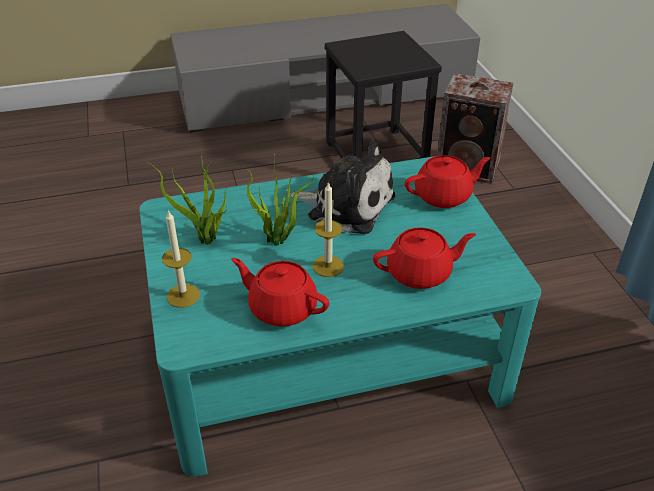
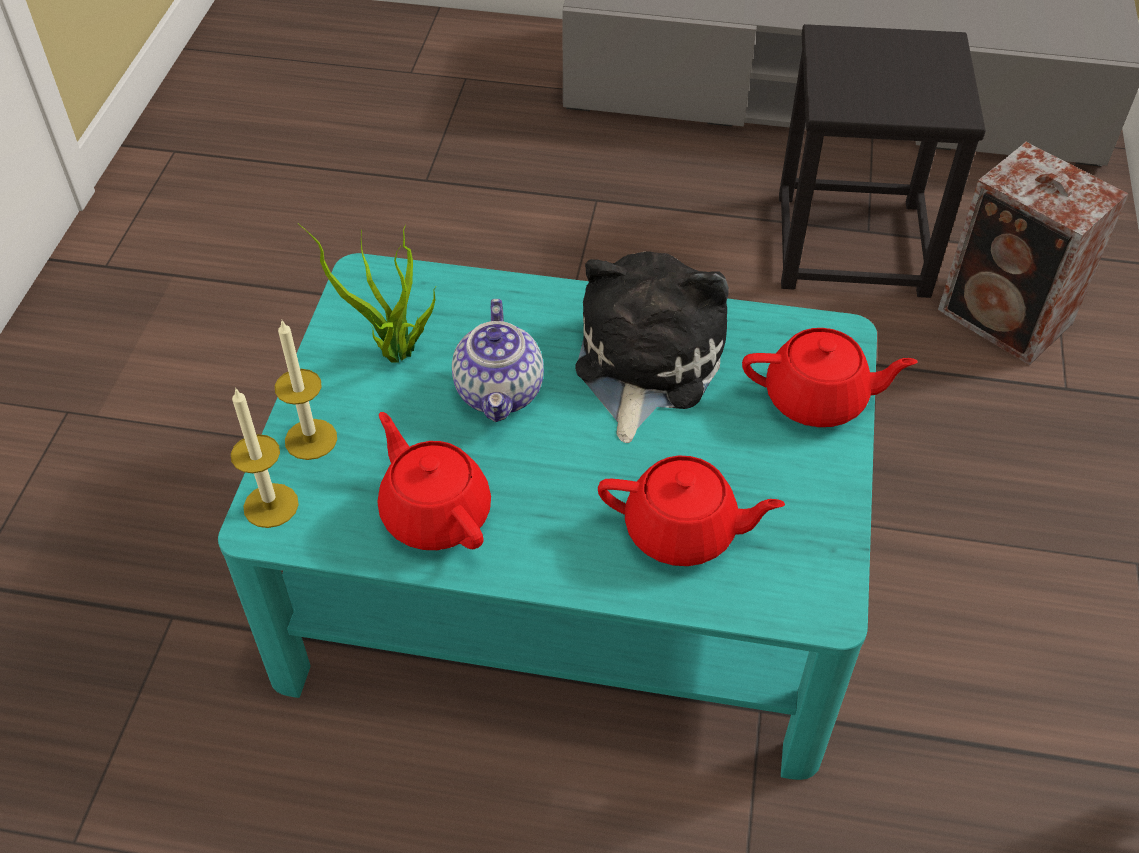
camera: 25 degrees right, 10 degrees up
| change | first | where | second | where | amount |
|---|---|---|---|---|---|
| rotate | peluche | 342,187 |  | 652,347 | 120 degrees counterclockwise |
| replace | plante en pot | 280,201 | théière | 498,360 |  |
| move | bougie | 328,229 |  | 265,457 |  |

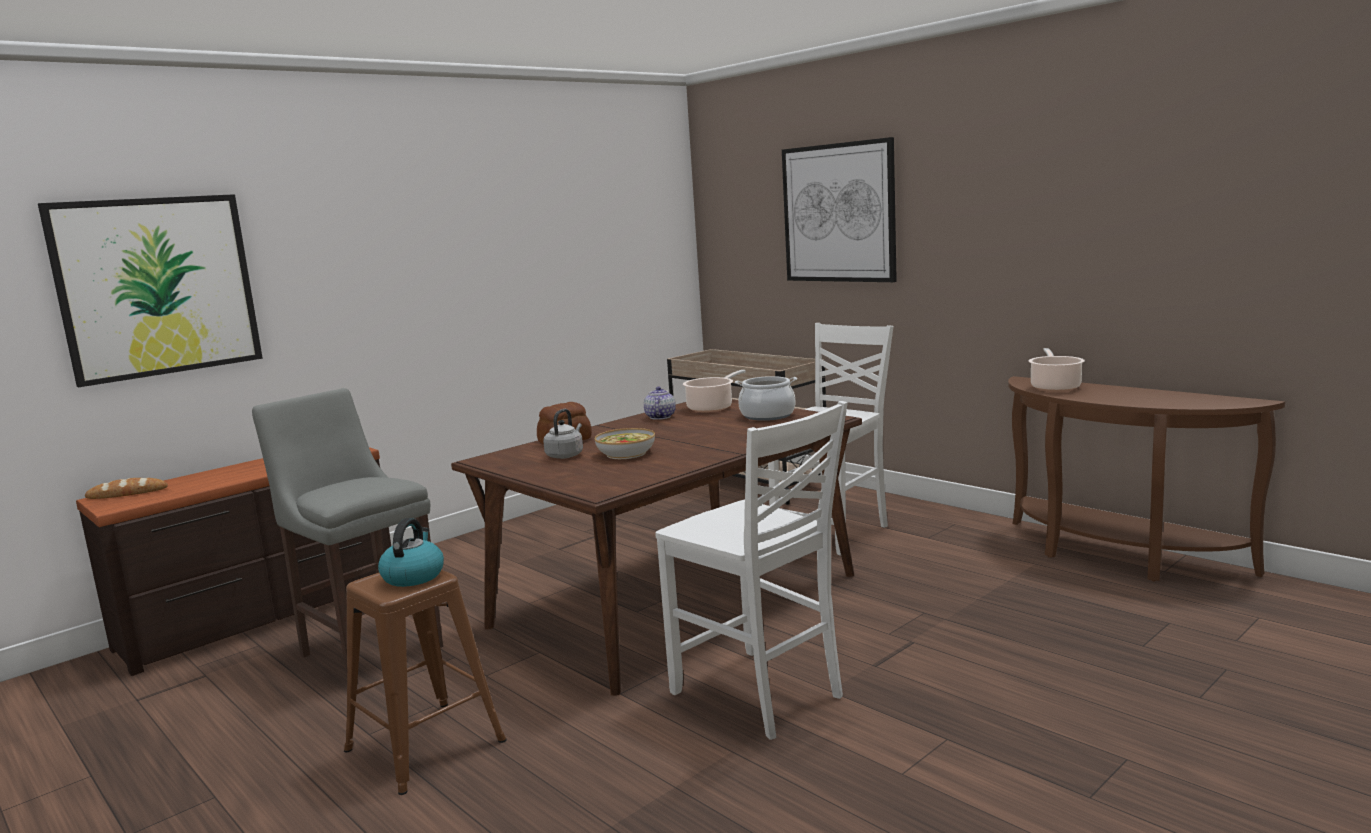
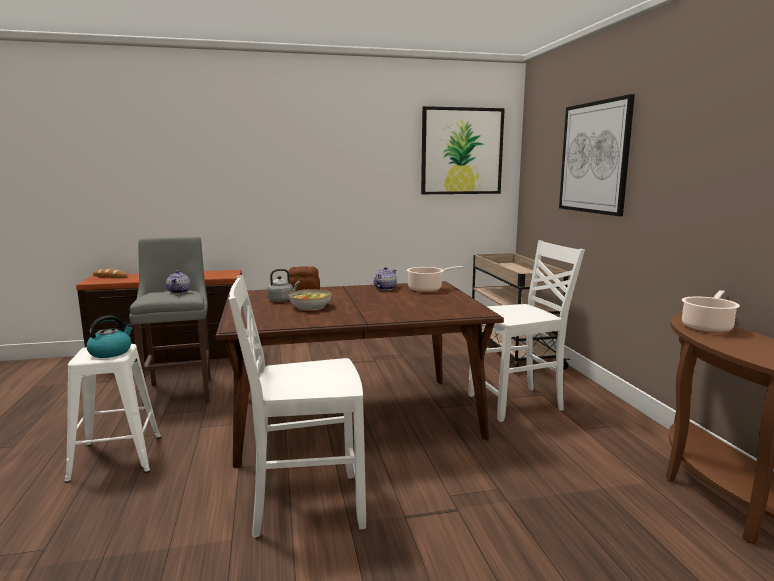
camera: 30 degrees right, 0 degrees up
| change | first | where | second | where | amount |
|---|---|---|---|---|---|
| move | tableau | 150,290 |  | 463,150 |  |
| delete | marmite | 766,398 |  |  |  |
| rotate | chaise [blanc] | 751,570 |  | 297,406 | 90 degrees clockwise |
| recolor | tabouret [marron] | 425,682 | tabouret [blanc] | 113,413 |  |
| insert |  |  | théière | 178,282 |  |

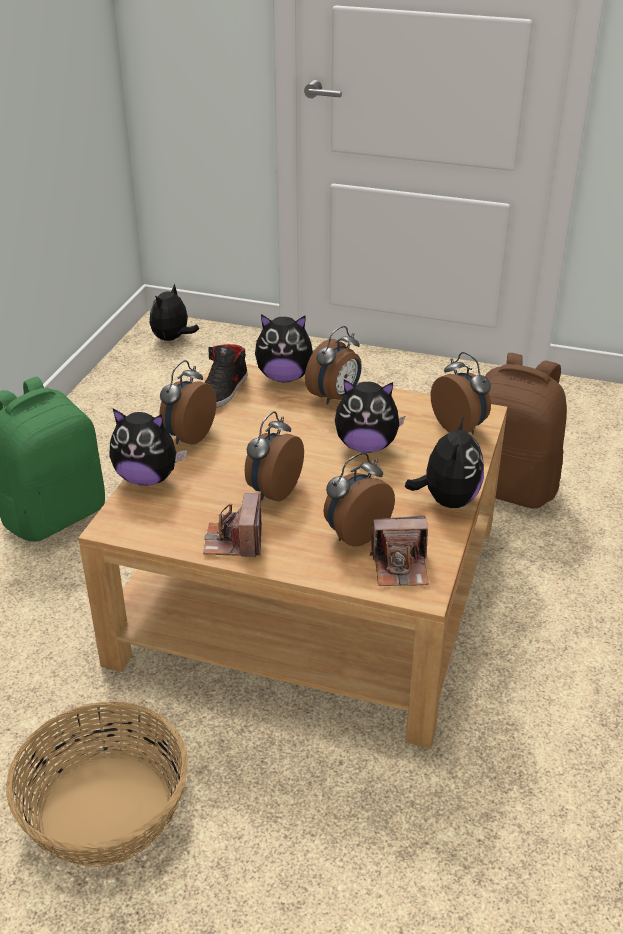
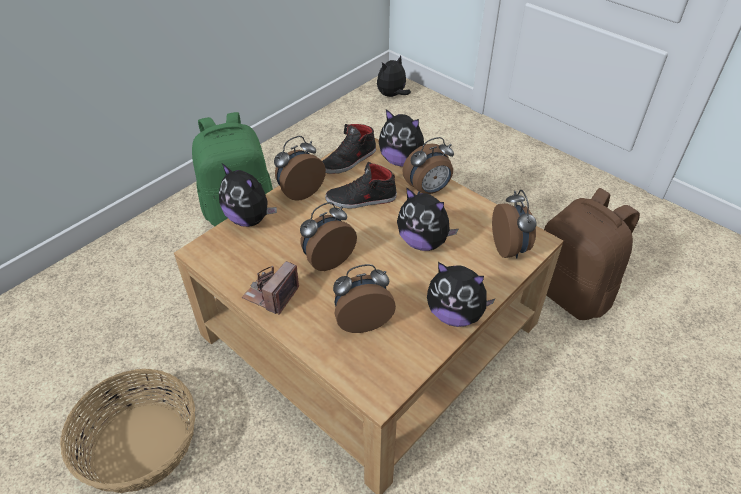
camera: 25 degrees right, 10 degrees up
| change | first | where | second | where | amount |
|---|---|---|---|---|---|
| rotate | peluche | 444,462 |  | 461,294 | 75 degrees clockwise |
| delete | appareil photo | 399,551 |  |  |  |
| insert |  |  | chaussure [noir] | 361,185 |  |

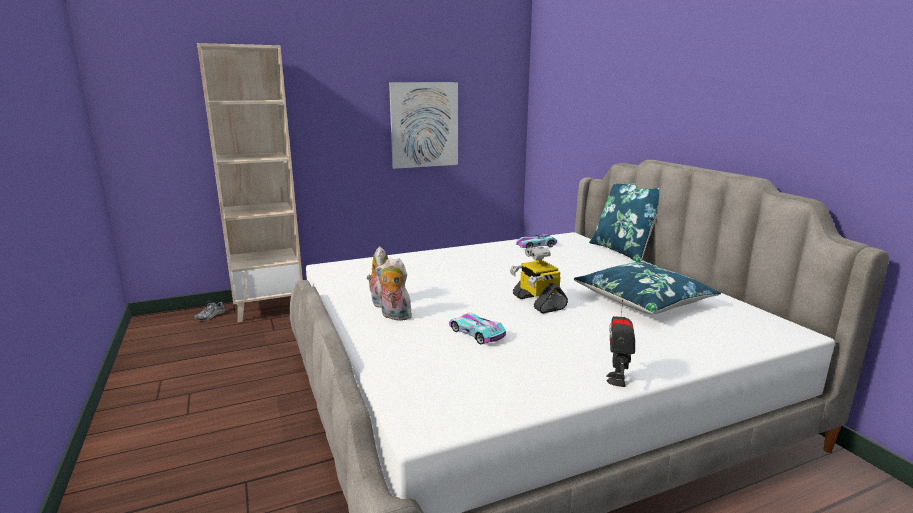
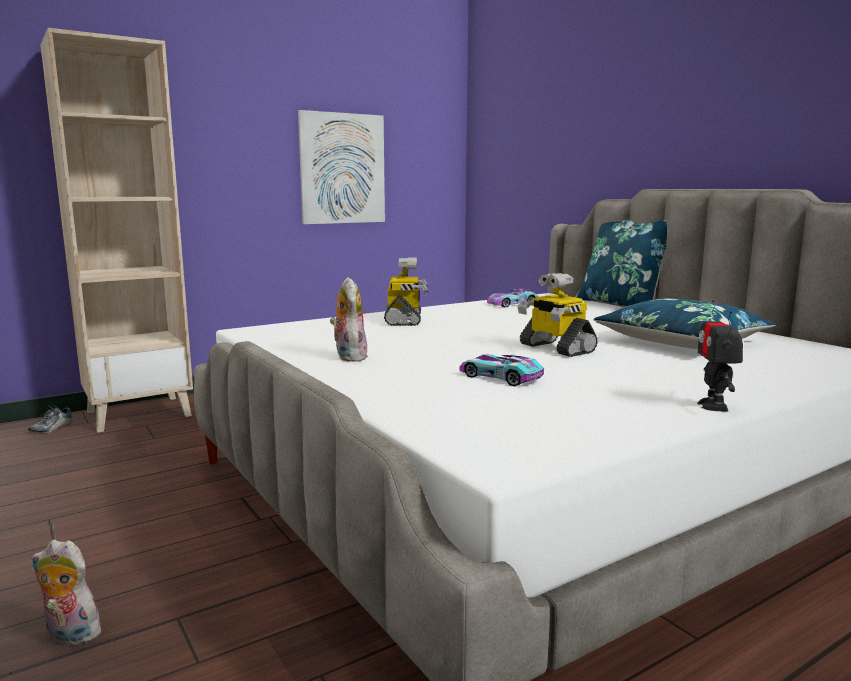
camera: 10 degrees left, 5 degrees down
| change | first | where | second | where | amount |
|---|---|---|---|---|---|
| move | peluche | 394,289 |  | 70,592 |  |
| insert |  |  | robot jouet | 406,292 |  |

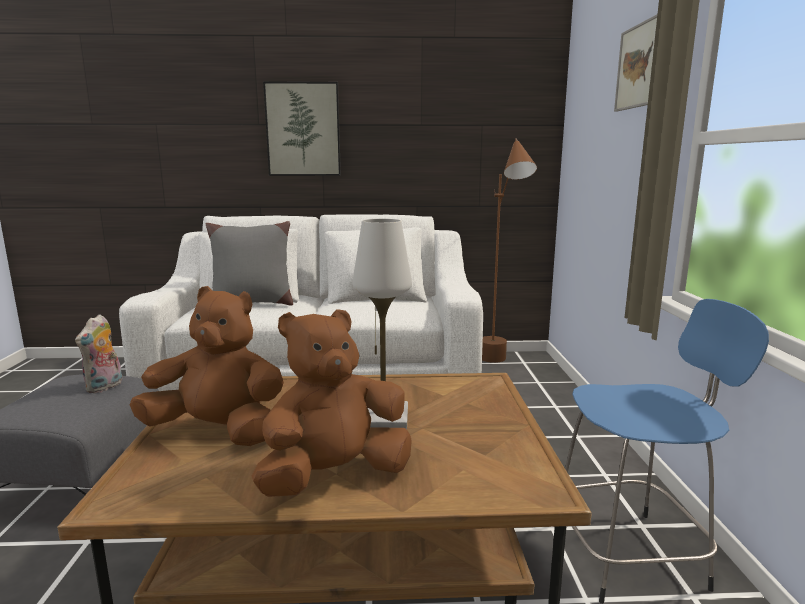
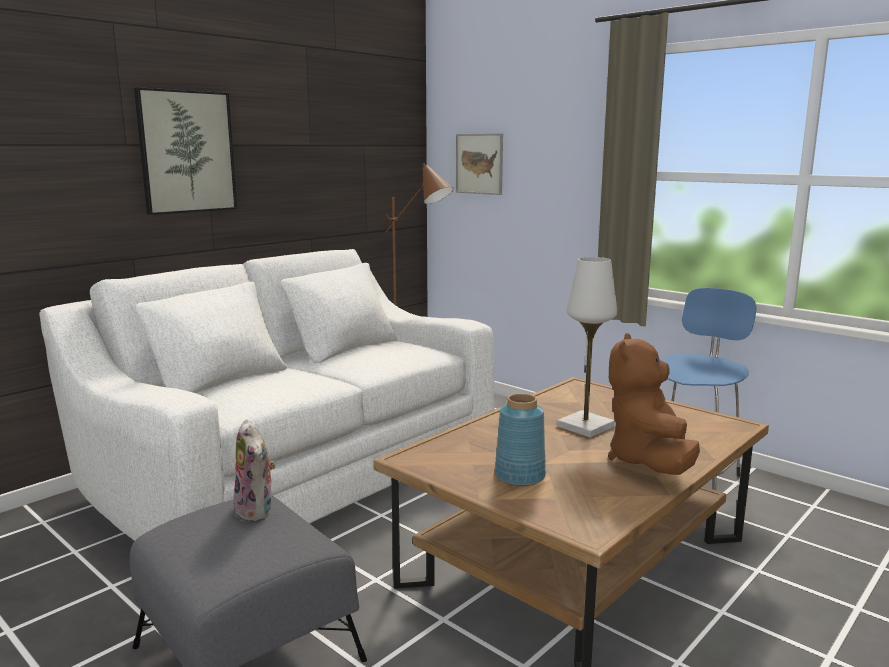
camera: 45 degrees left, 0 degrees up
| change | first | where | second | where | amount |
|---|---|---|---|---|---|
| move | tableau | 635,63 |  | 479,164 |  |
| delete | coussin [gris] | 249,263 |  |  |  |
| replace | peluche [marron] | 206,366 | vase [bleu] | 520,439 |  |

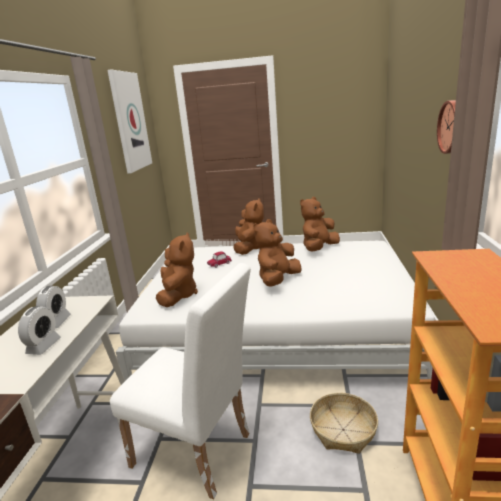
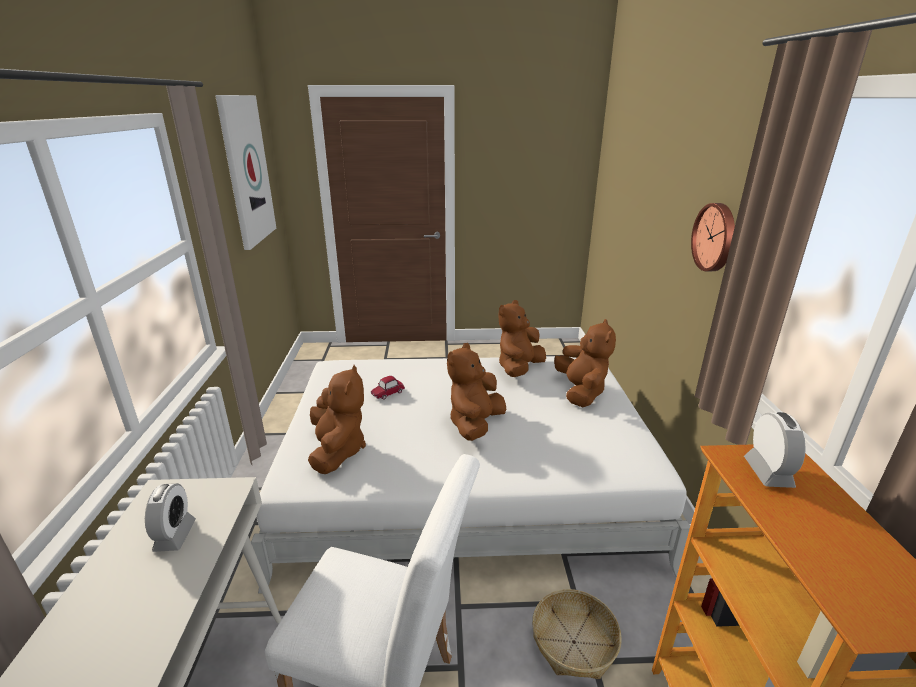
camera: 10 degrees left, 5 degrees up
| change | first | where | second | where | amount |
|---|---|---|---|---|---|
| move | peluche [marron] | 248,226 |  | 585,363 |  |
| move | réveil | 39,330 |  | 775,450 |  |

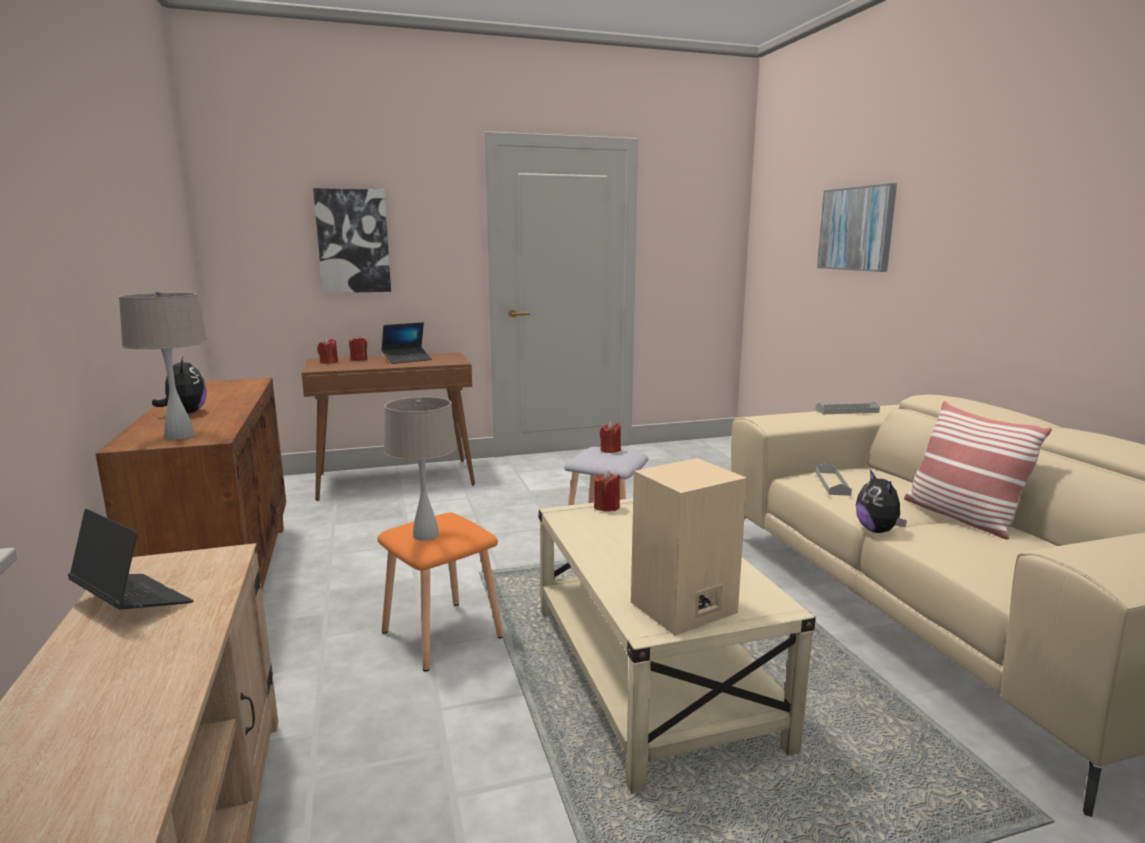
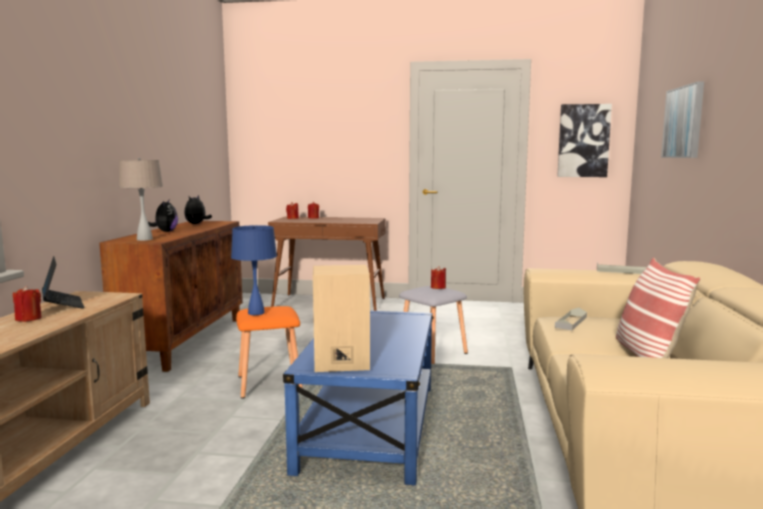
camera: 25 degrees right, 5 degrees down
| change | first | where | second | where | amount |
|---|---|---|---|---|---|
| move | tableau | 352,240 |  | 584,140 |  |
| delete | ordinateur portable | 406,343 |  |  |  |
| recolor | lampe de table [beige] | 420,469 | lampe de table [bleu] | 254,270 |  |
| move | peluche | 881,501 |  | 198,209 |  |
| move | bougie [rouge] | 607,491 |  | 27,304 |  |
| recolor | table basse [beige] | 677,645 | table basse [bleu] | 358,398 |  |

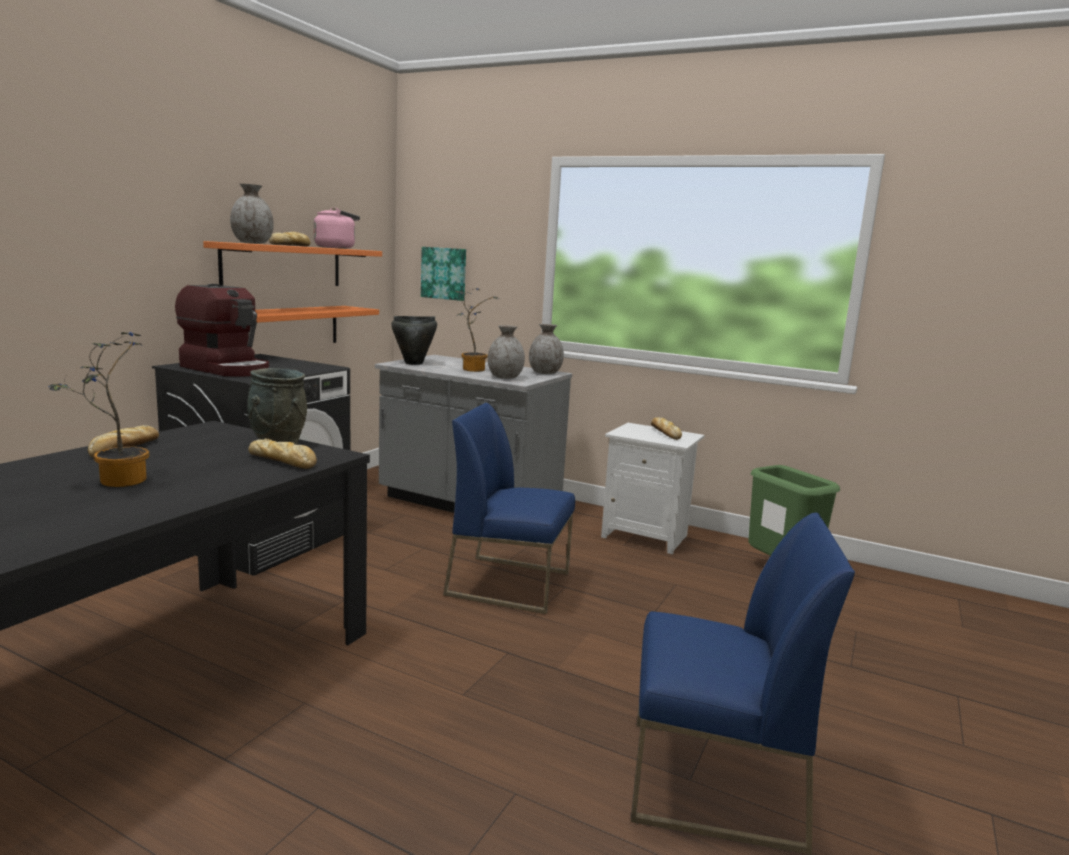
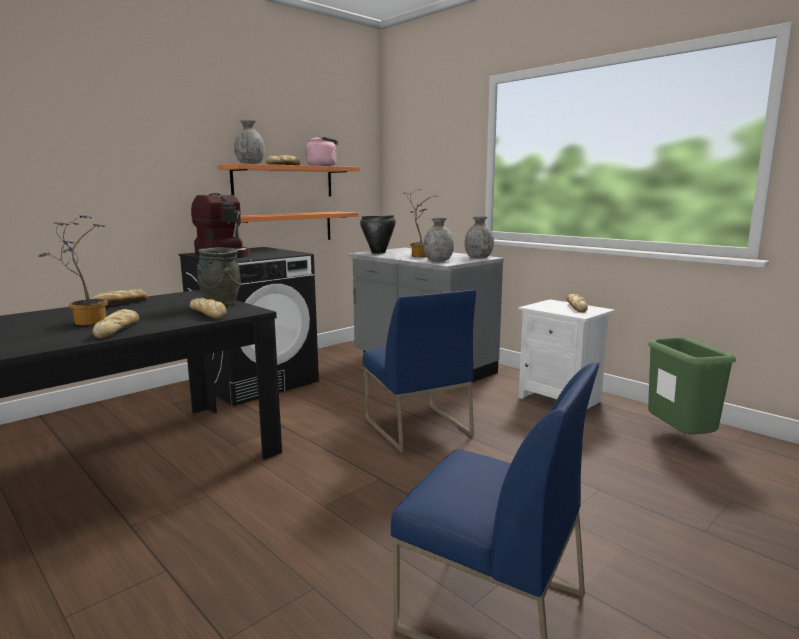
camera: 20 degrees right, 0 degrees up
| change | first | where | second | where | amount |
|---|---|---|---|---|---|
| delete | tableau | 443,274 |  |  |  |
| rotate | chaise [bleu] | 509,508 |  | 419,371 | 150 degrees counterclockwise |
| insert |  |  | pain | 115,324 |  |

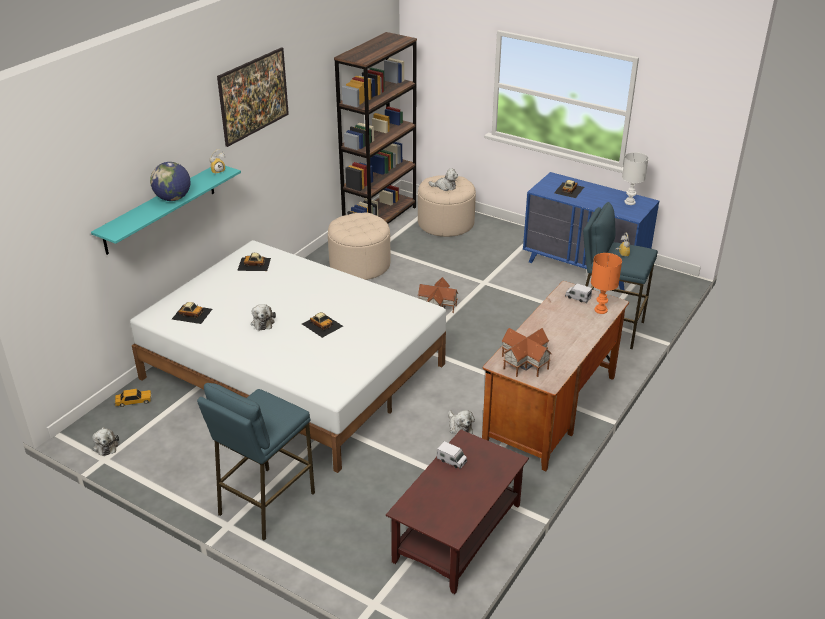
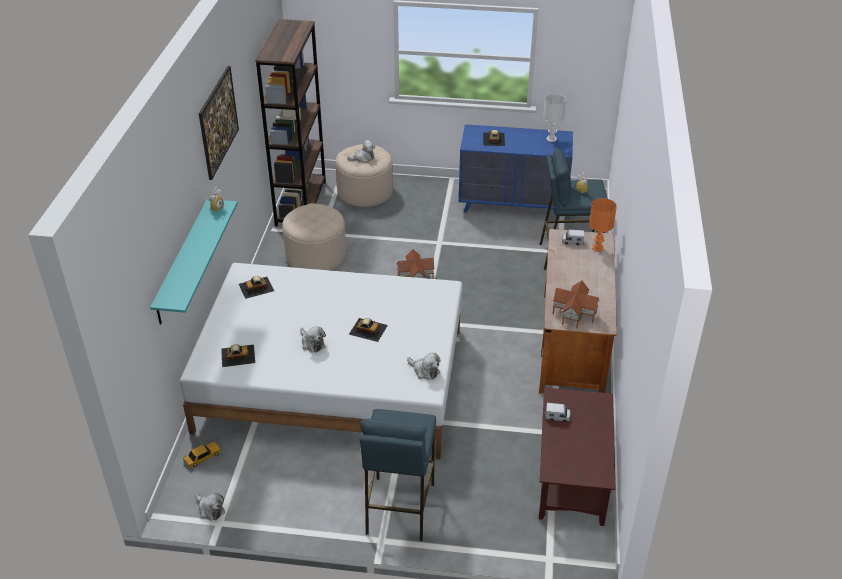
camera: 25 degrees left, 5 degrees up
| change | first | where | second | where | amount |
|---|---|---|---|---|---|
| delete | globe | 170,181 |  |  |  |
| move | peluche | 461,422 |  | 424,366 |  |

